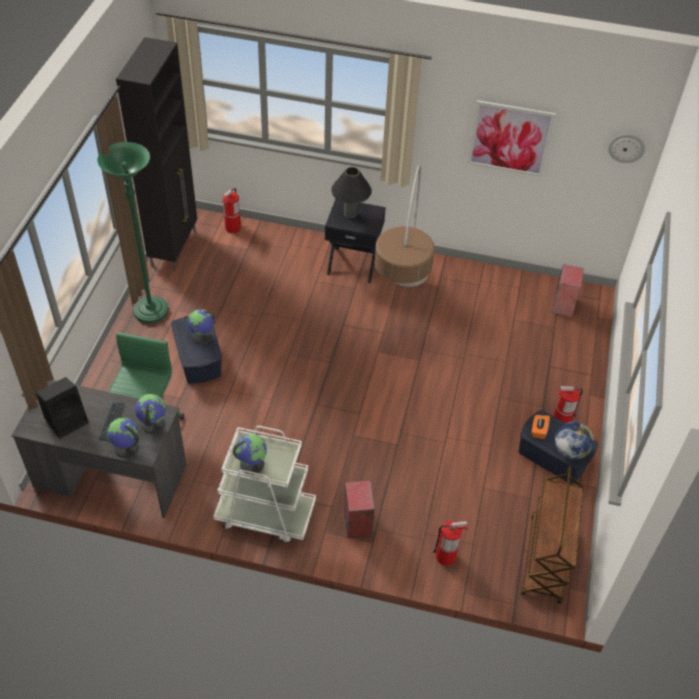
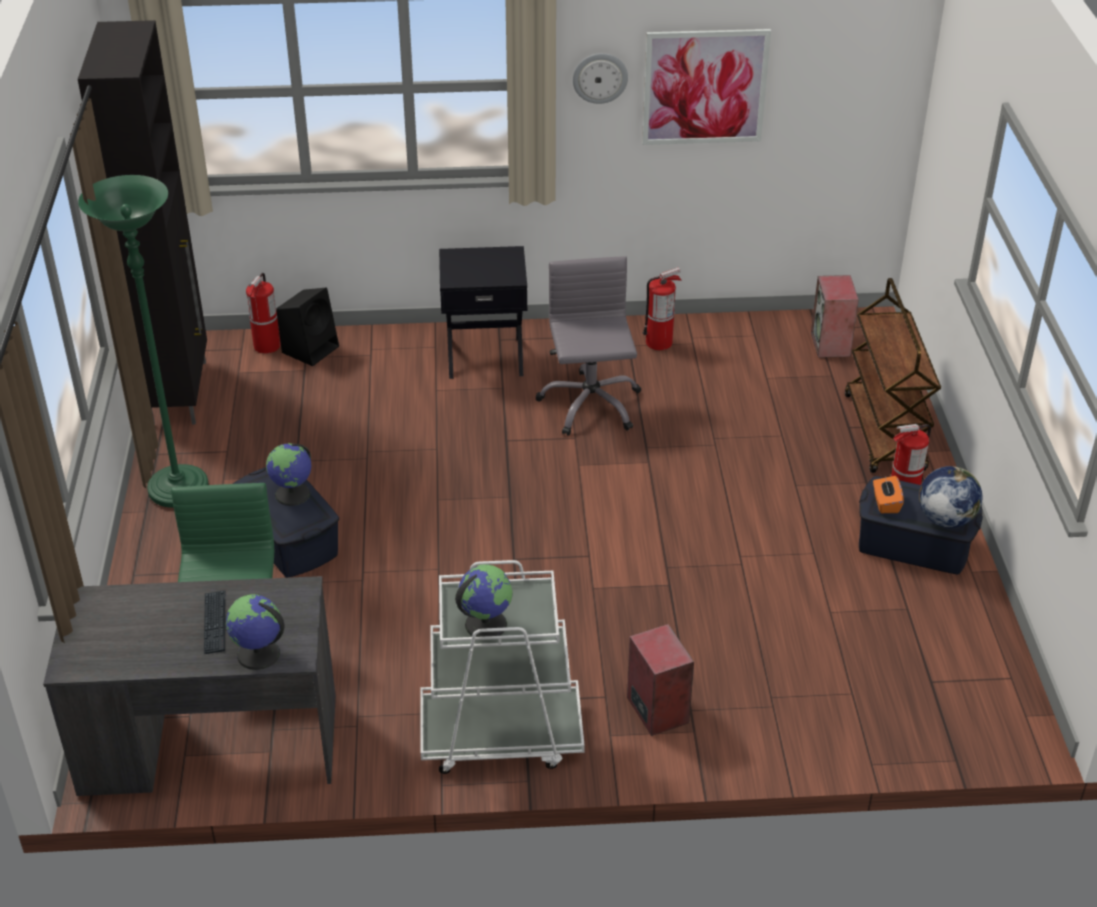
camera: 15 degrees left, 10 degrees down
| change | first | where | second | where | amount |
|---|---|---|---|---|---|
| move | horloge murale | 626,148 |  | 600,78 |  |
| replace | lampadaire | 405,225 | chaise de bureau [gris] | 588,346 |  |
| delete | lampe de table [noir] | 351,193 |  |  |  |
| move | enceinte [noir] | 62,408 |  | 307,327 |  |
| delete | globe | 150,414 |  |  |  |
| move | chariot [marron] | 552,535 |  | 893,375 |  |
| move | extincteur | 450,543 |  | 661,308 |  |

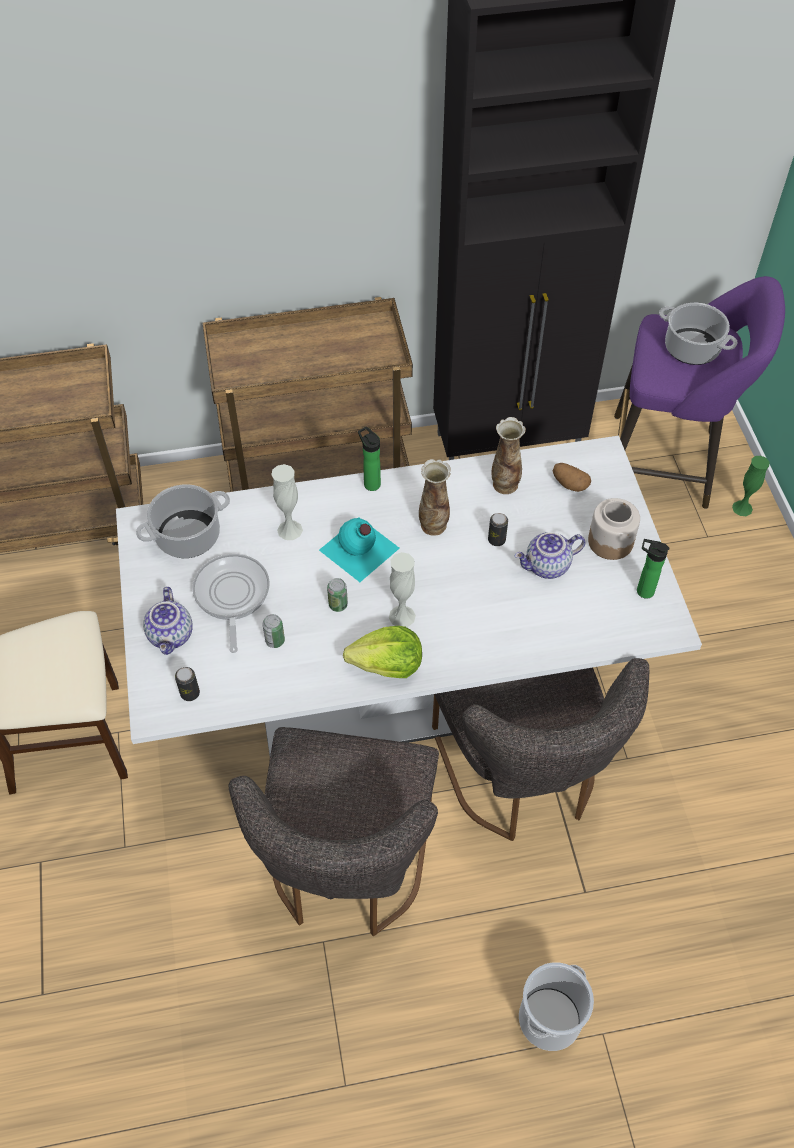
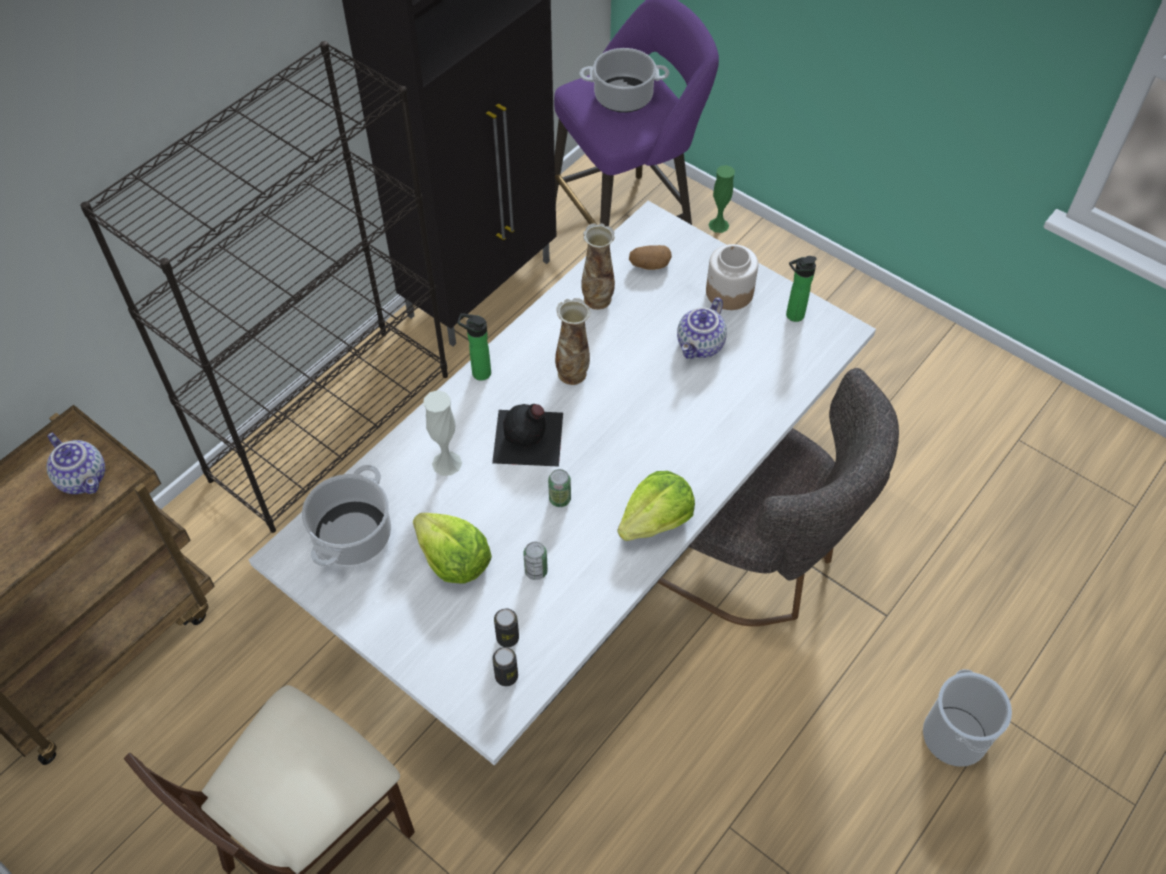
camera: 40 degrees left, 0 degrees up
| change | first | where | second | where | amount |
|---|---|---|---|---|---|
| replace | chariot [marron] | 307,394 | bibliothèque [noir] | 264,287 |  |
| move | boîte métallique | 498,529 |  | 506,627 |  |
| recolor | bouteille [turquoise] | 359,549 | bouteille [noir] | 527,435 |  |
| delete | vase [blanc] | 402,589 |  |  |  |
| replace | poêle | 231,603 | laitue | 452,548 |  |
| move | théière | 168,621 |  | 75,463 |  |
| delete | chaise [gris] | 334,831 |  |  |  |

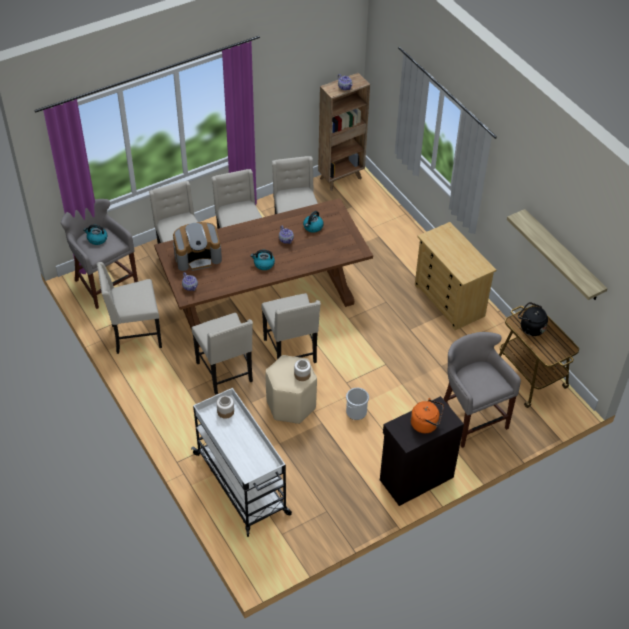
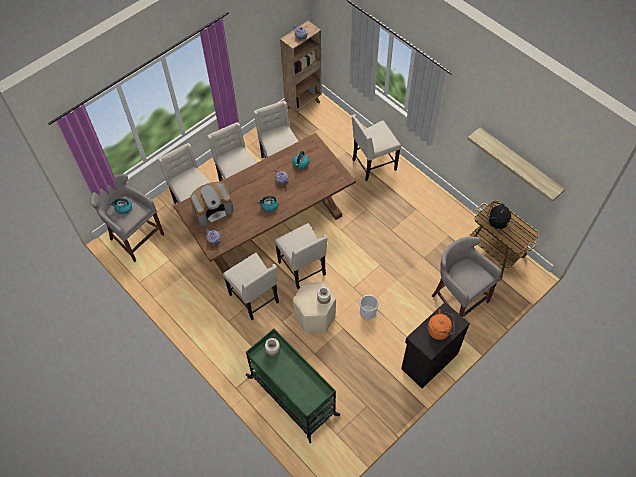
camera: 10 degrees left, 10 degrees up
| change | first | where | second | where | amount |
|---|---|---|---|---|---|
| delete | commode [beige] | 455,276 |  |  |  |
| move | chaise [beige] | 129,308 |  | 376,147 |  |
| recolor | chariot [blanc] | 241,462 | chariot [vert] | 293,385 |  |

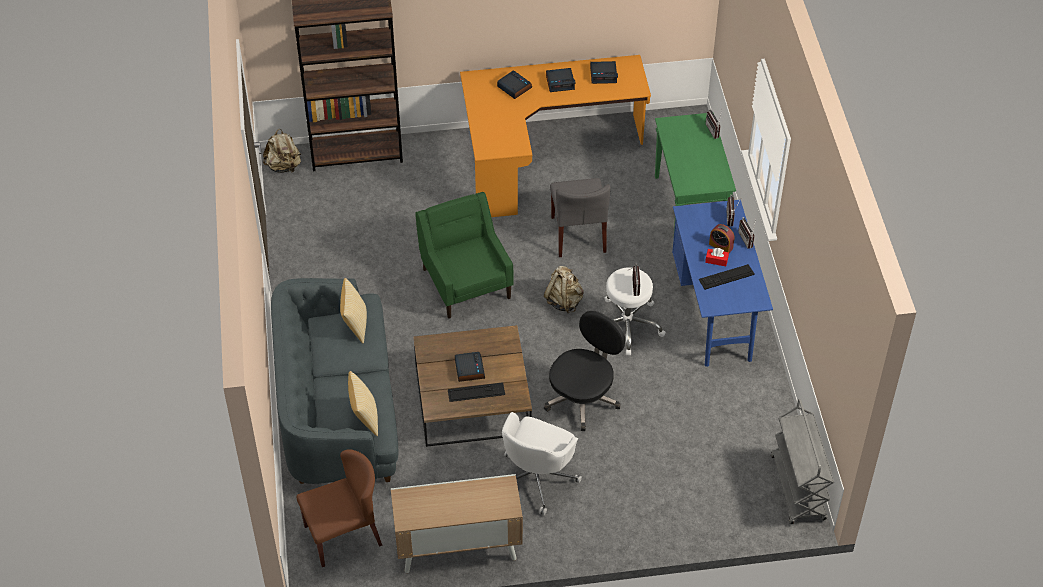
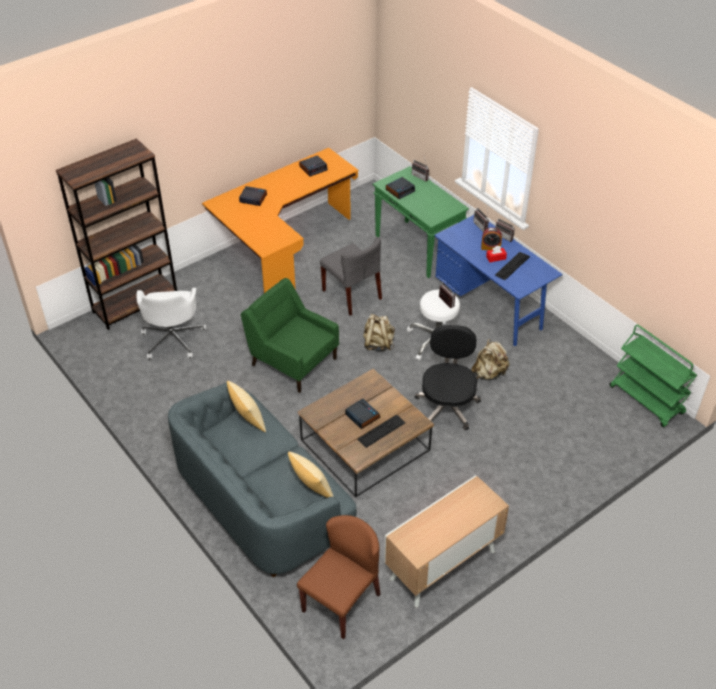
camera: 30 degrees left, 5 degrees down
| change | first | where | second | where | amount |
|---|---|---|---|---|---|
| move | réveil | 560,80 |  | 400,188 |  |
| move | sac à dos [beige] | 282,151 |  | 490,359 |  |
| recolor | chariot [gris] | 802,461 | chariot [vert] | 653,375 |  |
| move | chaise de bureau [blanc] | 542,463 |  | 171,323 |  |

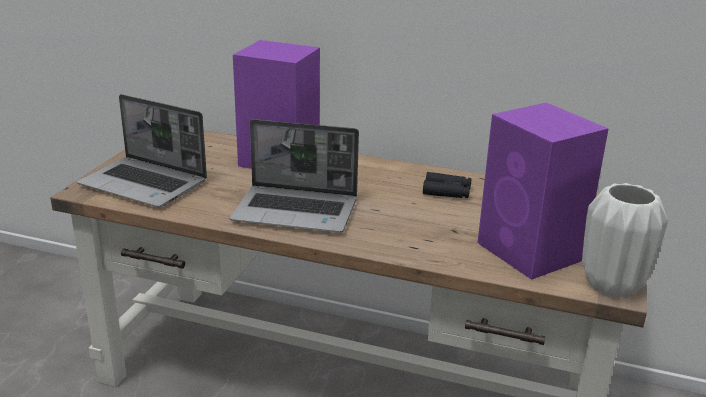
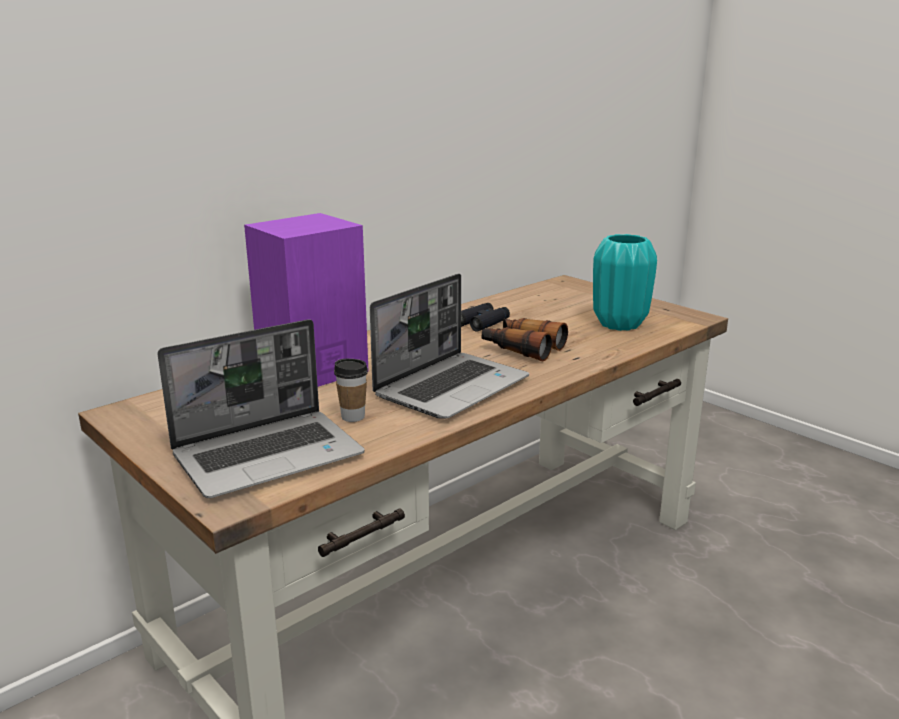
camera: 60 degrees left, 5 degrees down
| change | first | where | second | where | amount |
|---|---|---|---|---|---|
| replace | enceinte [violet] | 543,191 | vase [turquoise] | 625,282 |  |
| delete | vase [blanc] | 625,240 |  |  |  |
| insert |  |  | jumelles | 525,340 |  |
| insert |  |  | tasse | 351,390 |  |

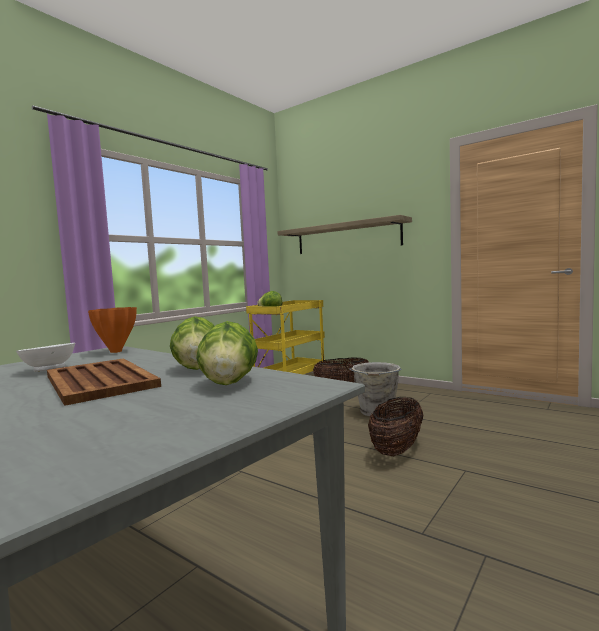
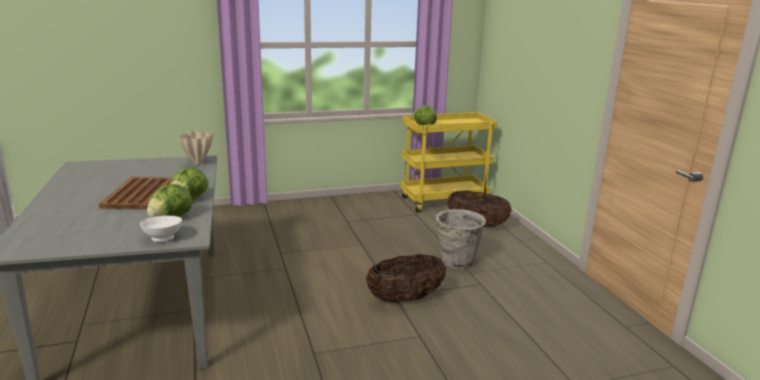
camera: 35 degrees right, 15 degrees up
| change | first | where | second | where | amount |
|---|---|---|---|---|---|
| delete | étagère | 344,234 |  |  |  |
| recolor | vase [orange] | 112,330 | vase [beige] | 195,148 |  |
| move | bol [blanc] | 45,357 |  | 161,229 |  |

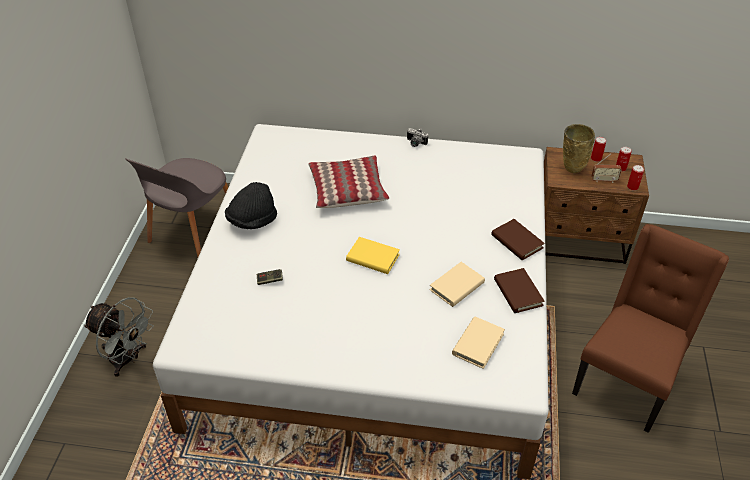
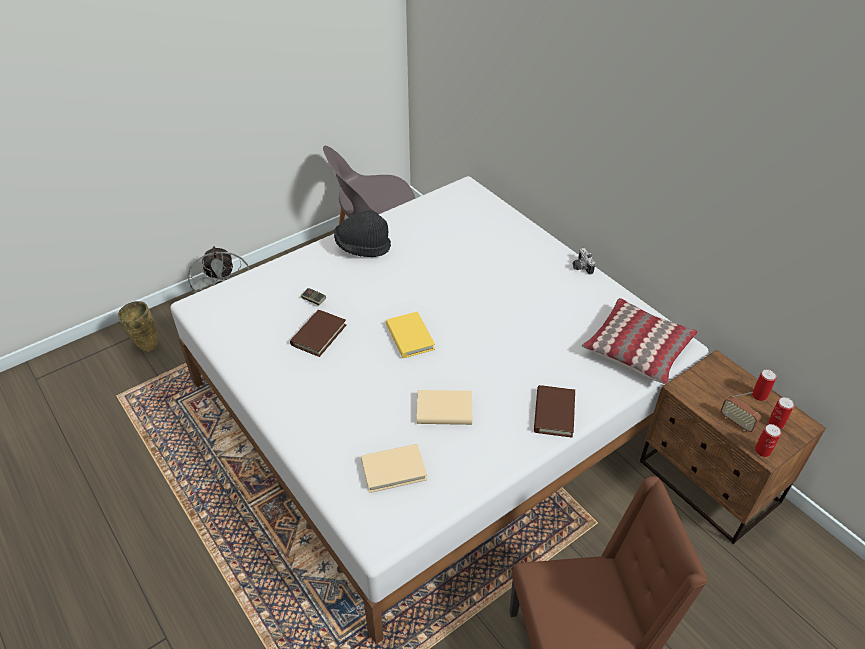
camera: 45 degrees right, 0 degrees up
| change | first | where | second | where | amount |
|---|---|---|---|---|---|
| move | vase [beige] | 579,148 |  | 137,326 |  |
| move | coussin | 349,181 |  | 640,341 |  |
| move | livre [marron] | 519,290 |  | 318,333 |  |

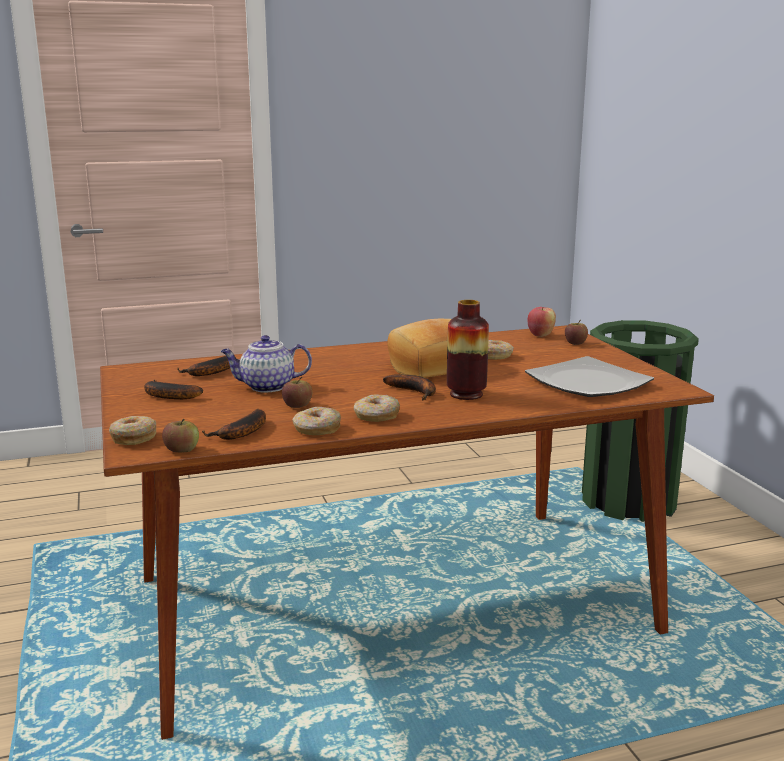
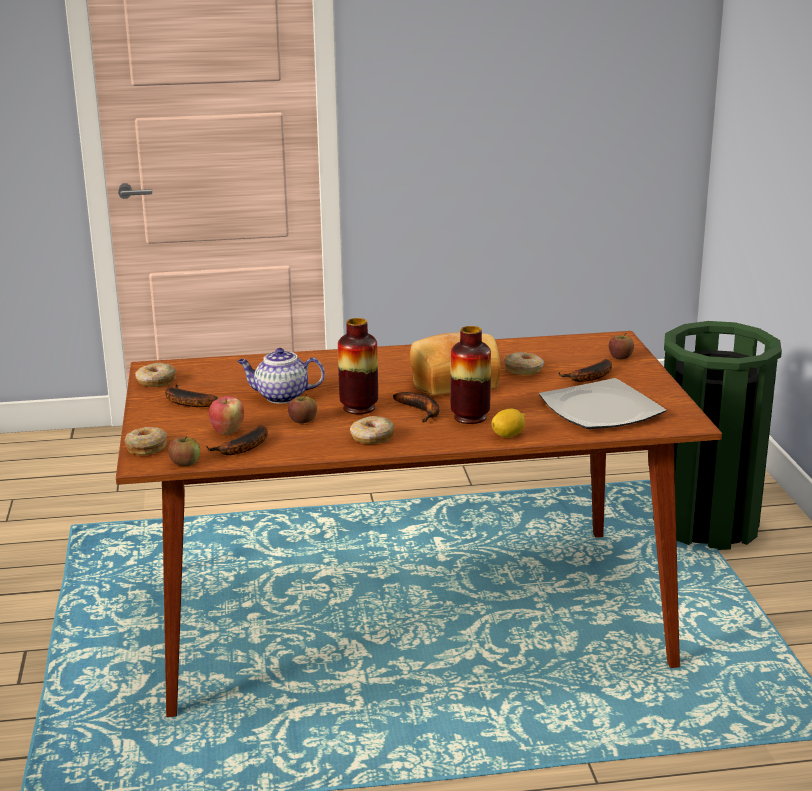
camera: 10 degrees right, 5 degrees up
| change | first | where | second | where | amount |
|---|---|---|---|---|---|
| move | pomme | 542,322 |  | 226,415 |  |
| move | banane | 203,366 |  | 585,370 |  |
| move | beignet | 316,421 |  | 155,375 |  |
| insert |  |  | vase | 358,366 |  |
| insert |  |  | citron | 508,423 |  |

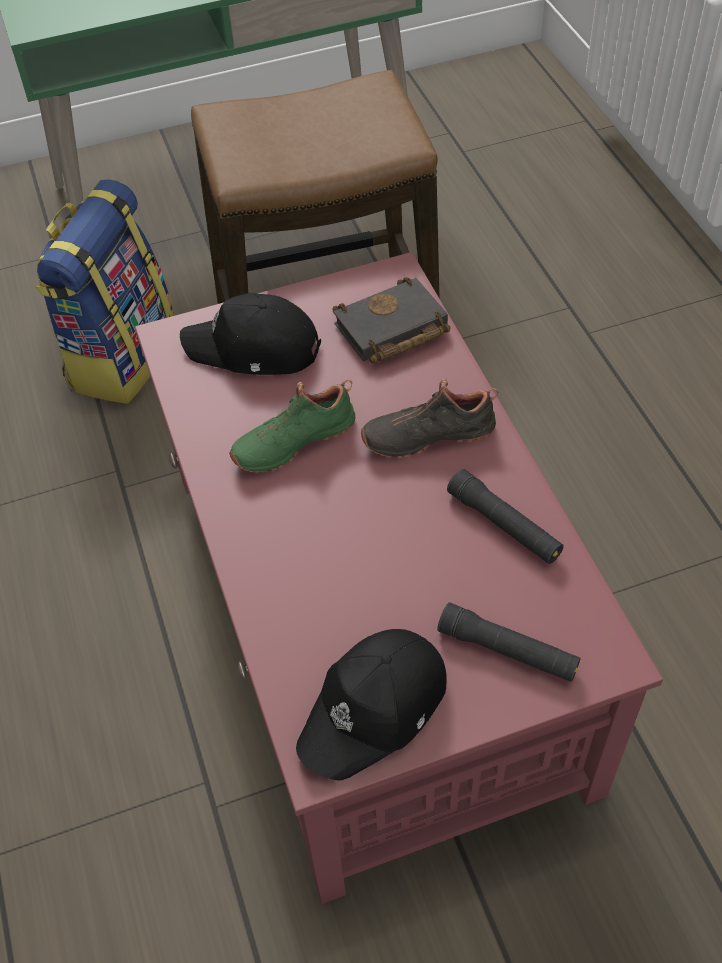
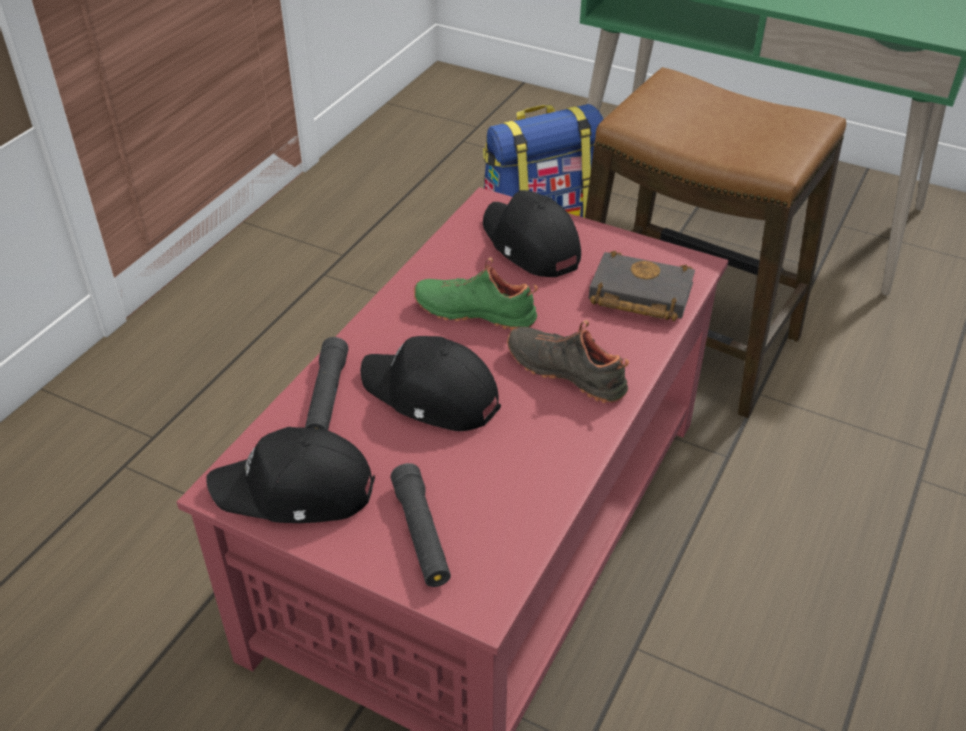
camera: 45 degrees right, 10 degrees down
| change | first | where | second | where | amount |
|---|---|---|---|---|---|
| move | lampe de poche [noir] | 505,516 |  | 326,383 |  |
| insert |  |  | casquette [noir] | 430,383 |  |

